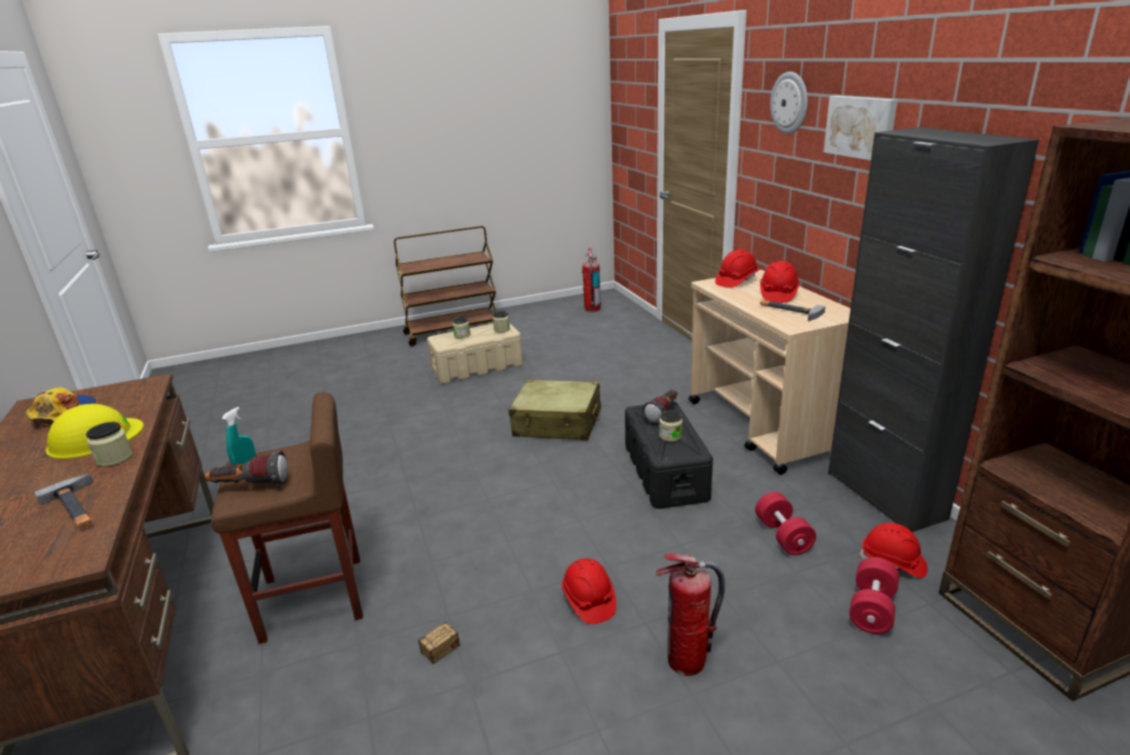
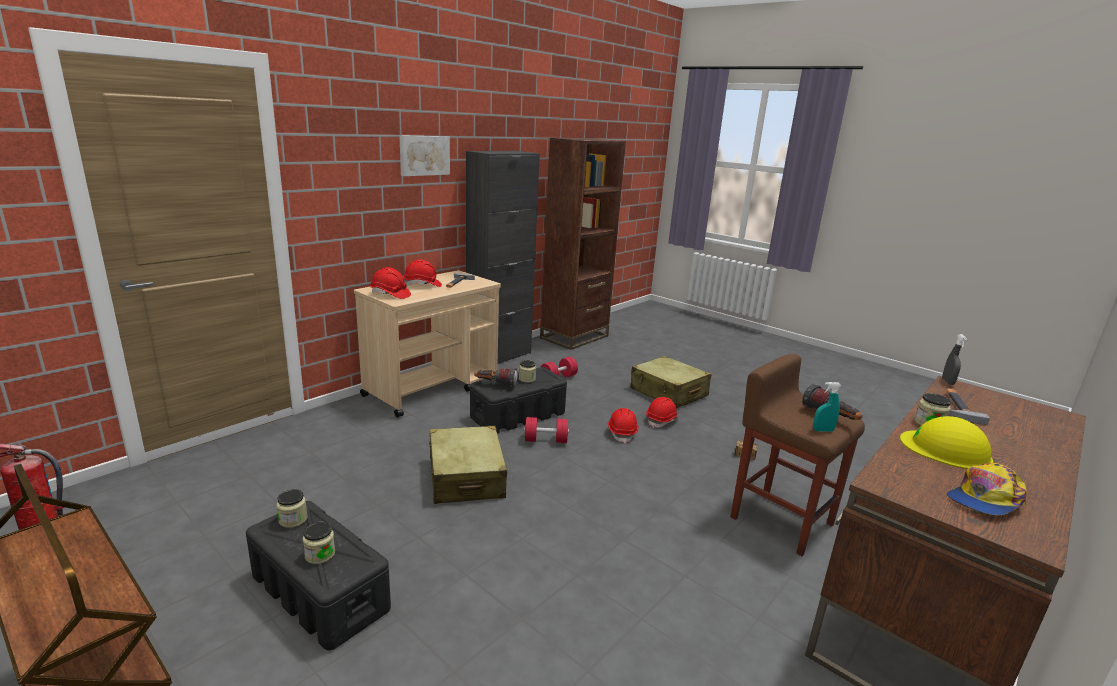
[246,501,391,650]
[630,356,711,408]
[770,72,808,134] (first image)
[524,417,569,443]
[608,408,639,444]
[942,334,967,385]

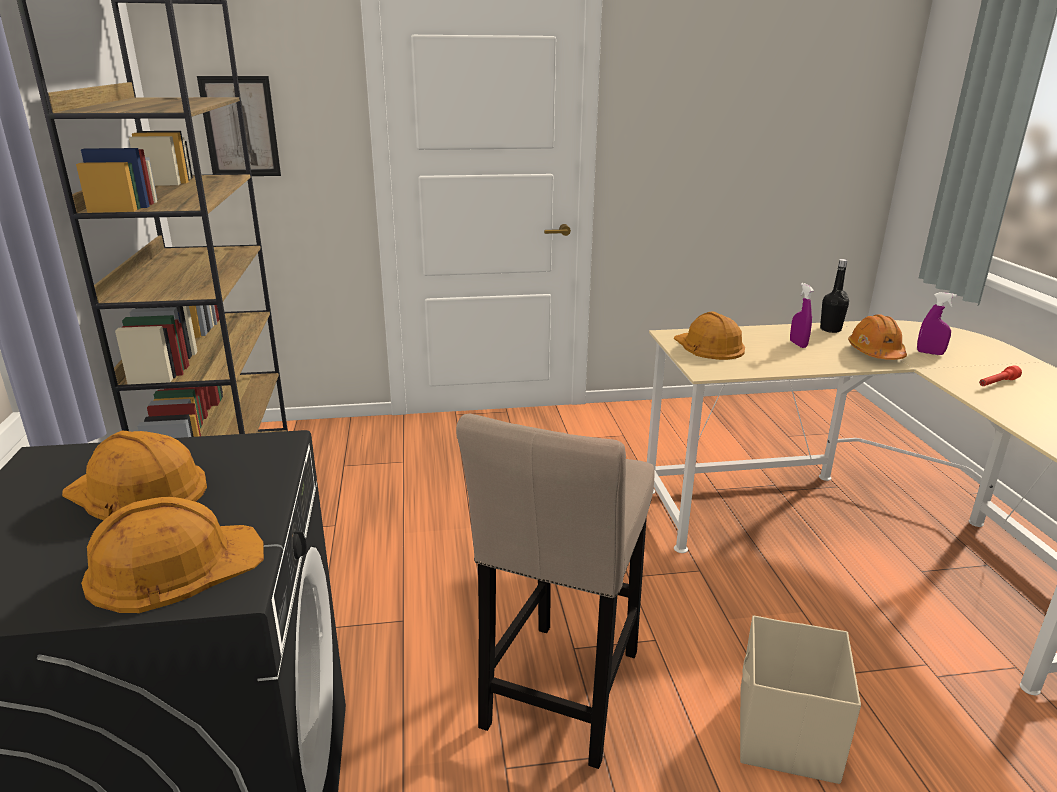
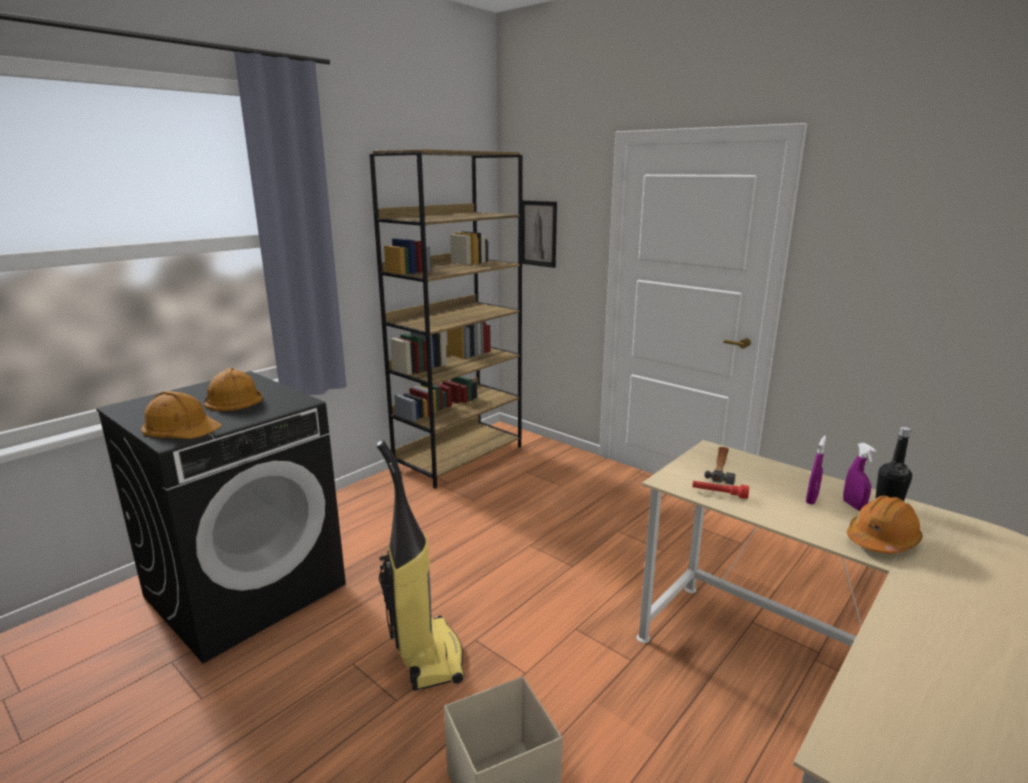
[376,440,465,691]
[704,447,736,485]
[843,443,876,511]
[692,481,749,499]

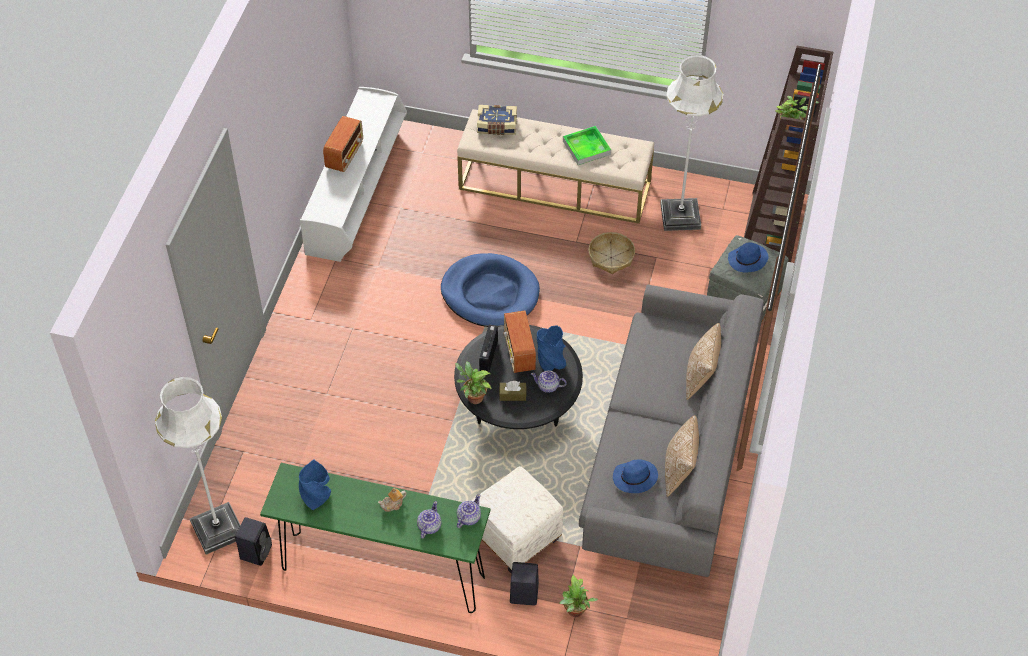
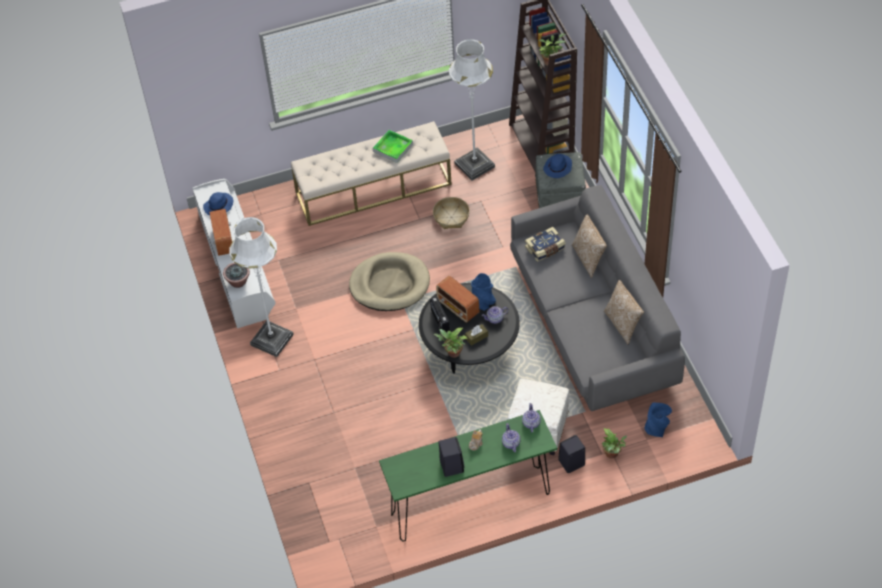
[230,217,294,357]
[438,437,464,477]
[645,403,672,437]
[349,252,430,311]
[525,227,566,262]
[203,192,233,216]
[223,263,250,288]

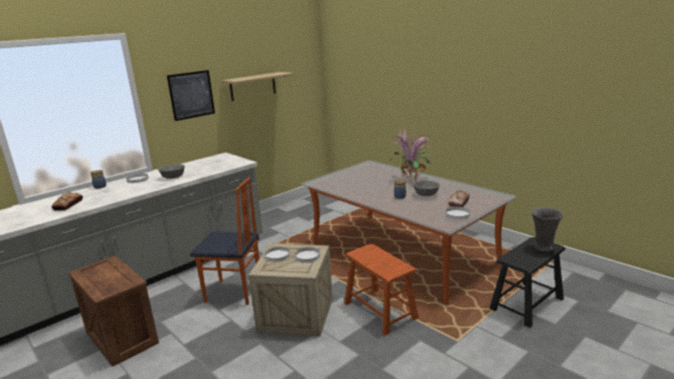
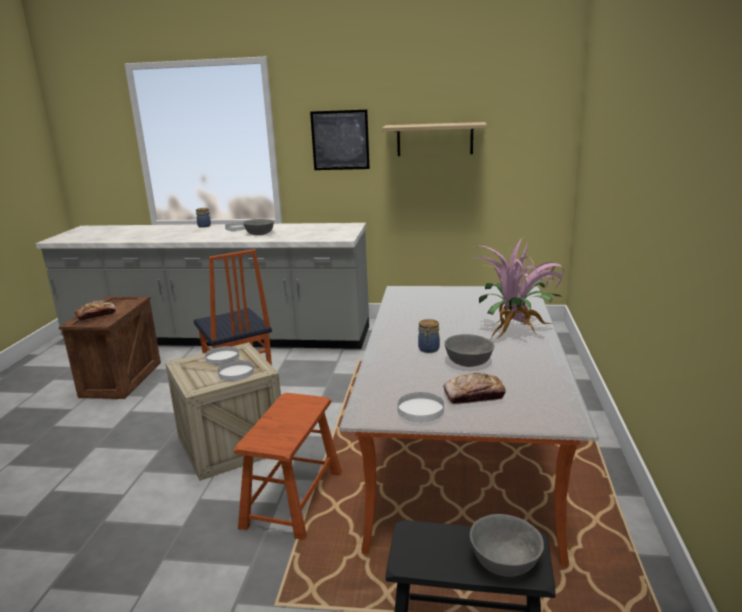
[75,300,116,321]
[470,514,544,577]

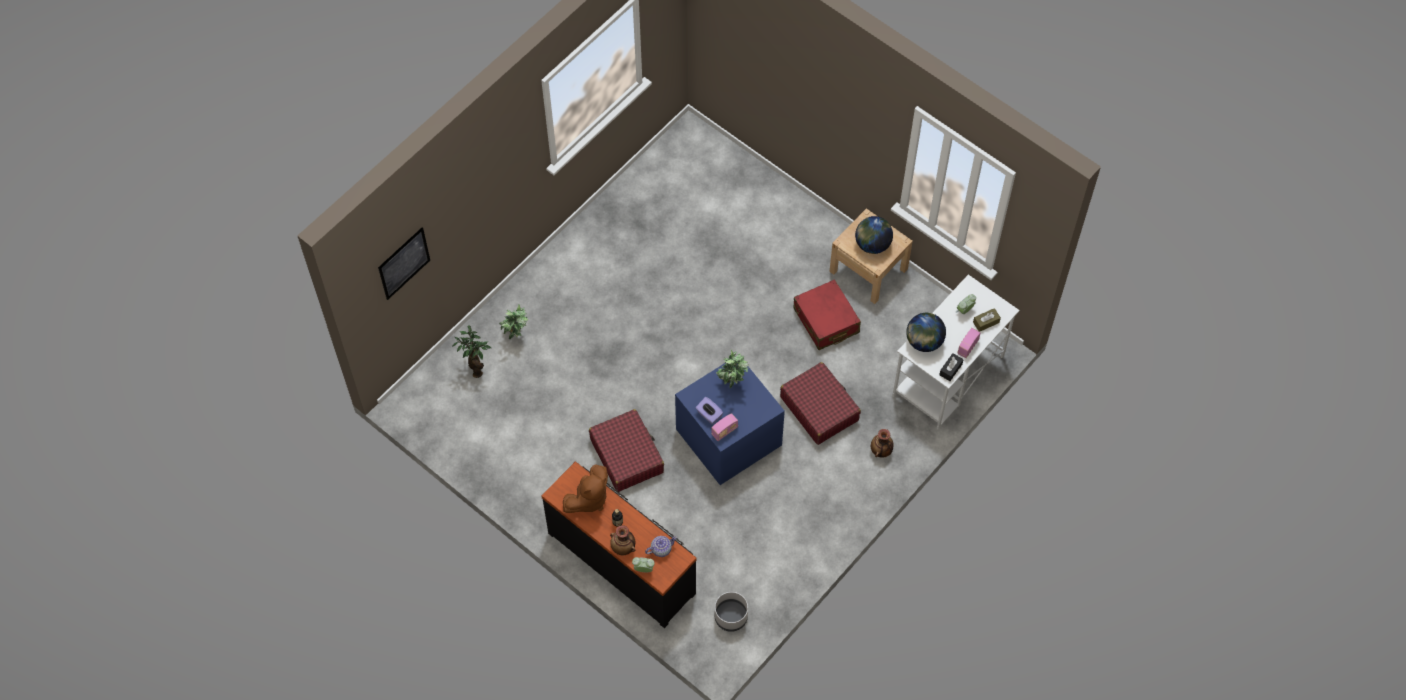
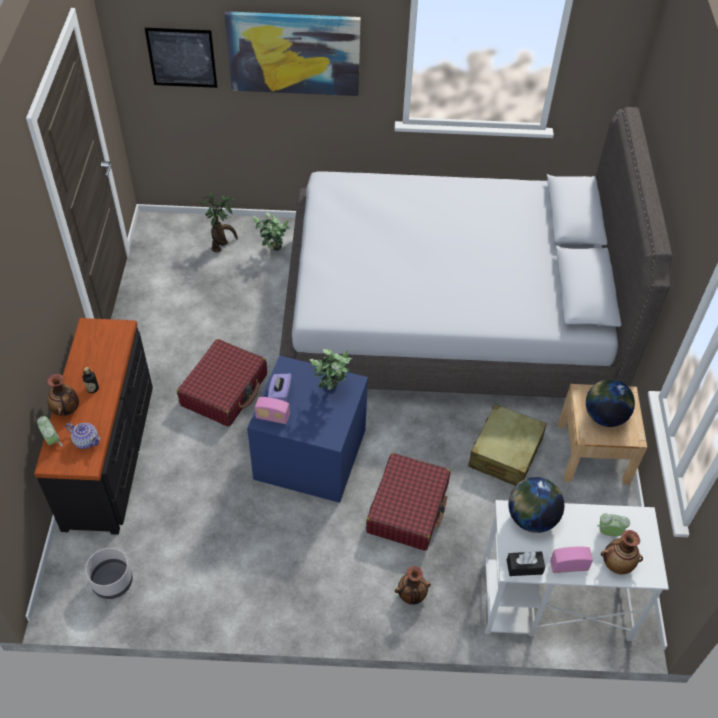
[563,464,608,513] (first image)
[468,404,547,486]
[601,530,643,574]
[225,11,361,96]
[280,107,672,398]

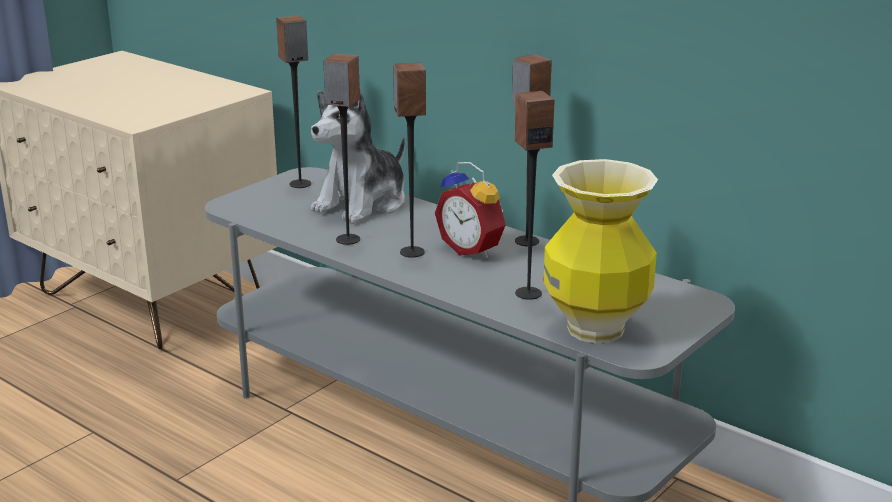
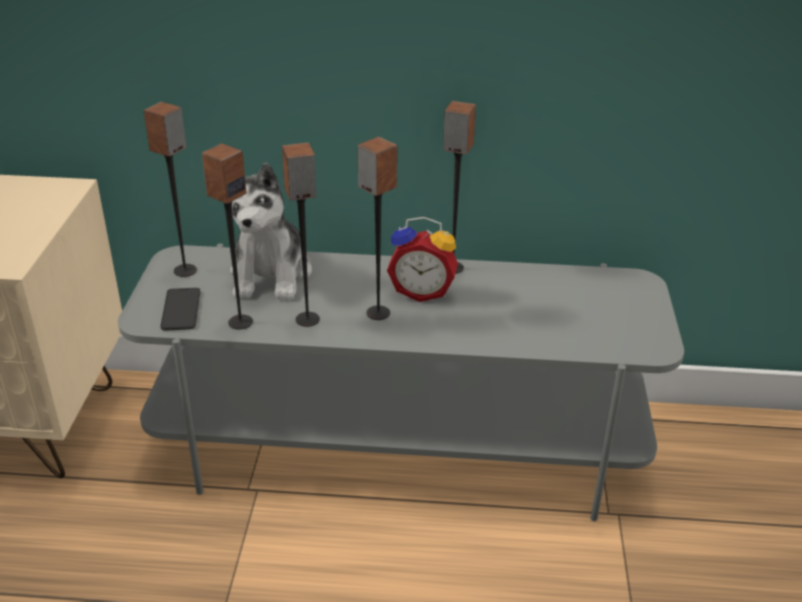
[202,143,253,330]
[543,159,658,343] (first image)
[160,288,201,331]

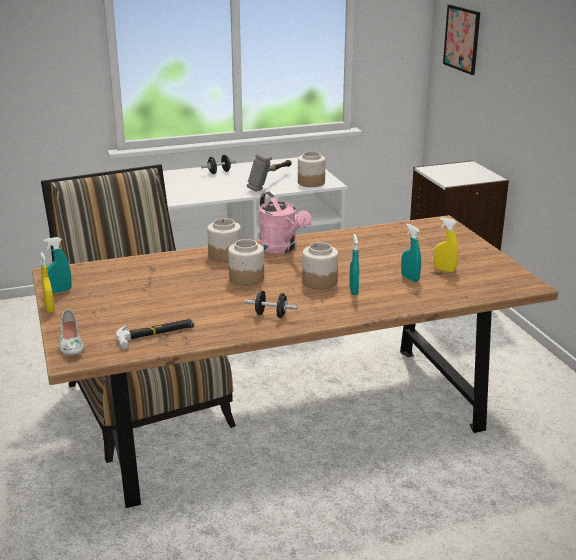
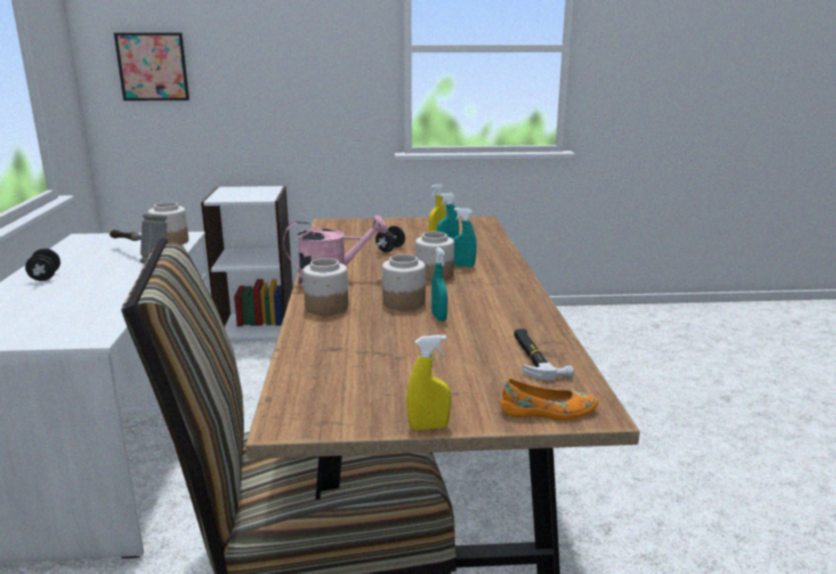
[431,247,448,321]
[500,379,598,420]
[375,226,405,252]

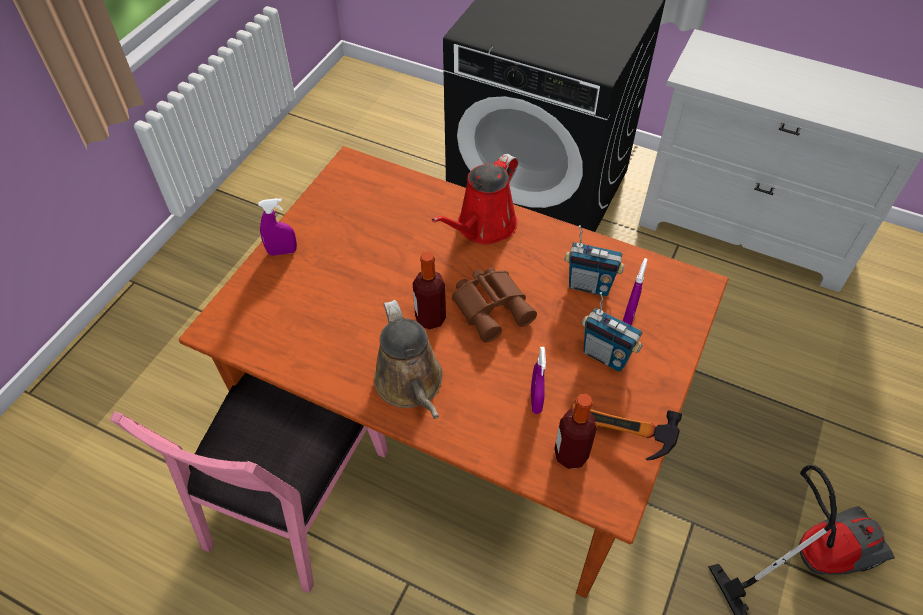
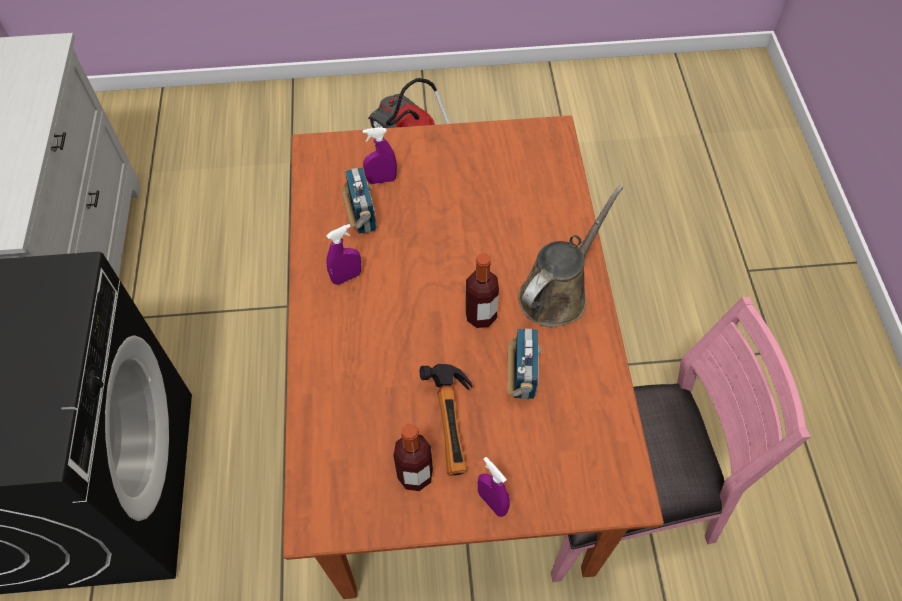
[432,154,518,245] (first image)
[452,268,537,342] (first image)
[326,224,361,285]
[393,424,433,491]
[420,364,473,476]
[507,328,542,399]

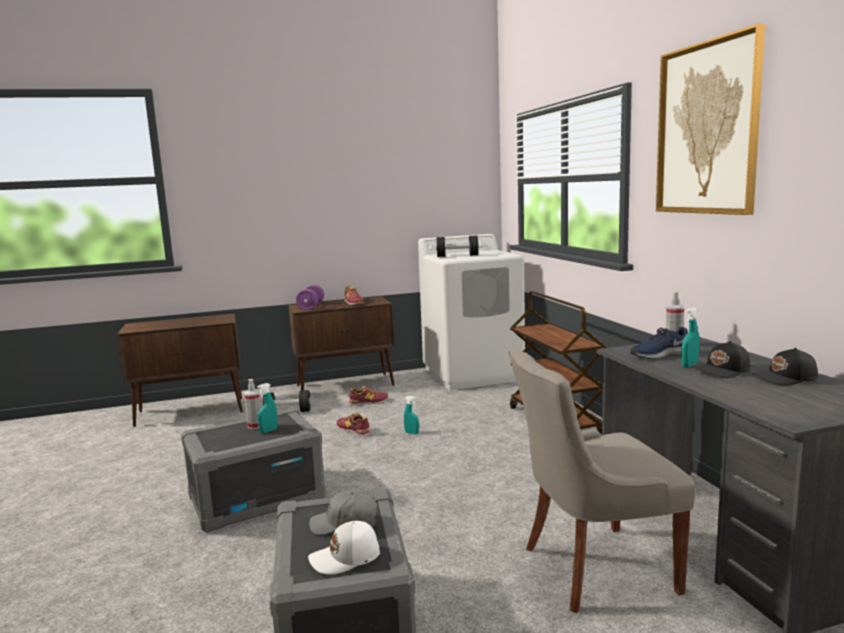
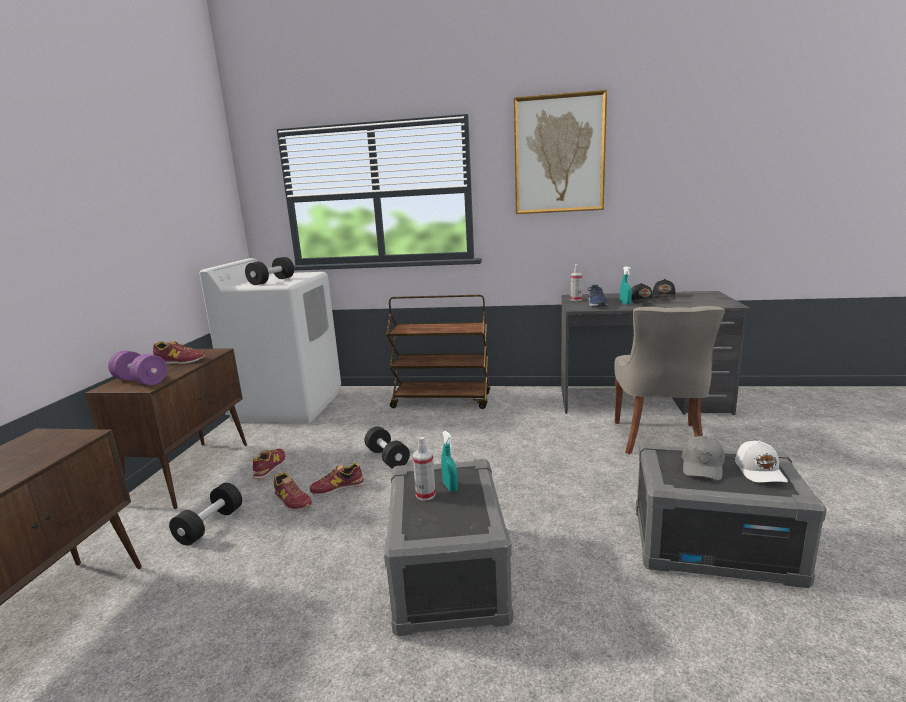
[364,426,410,469]
[274,472,312,511]

